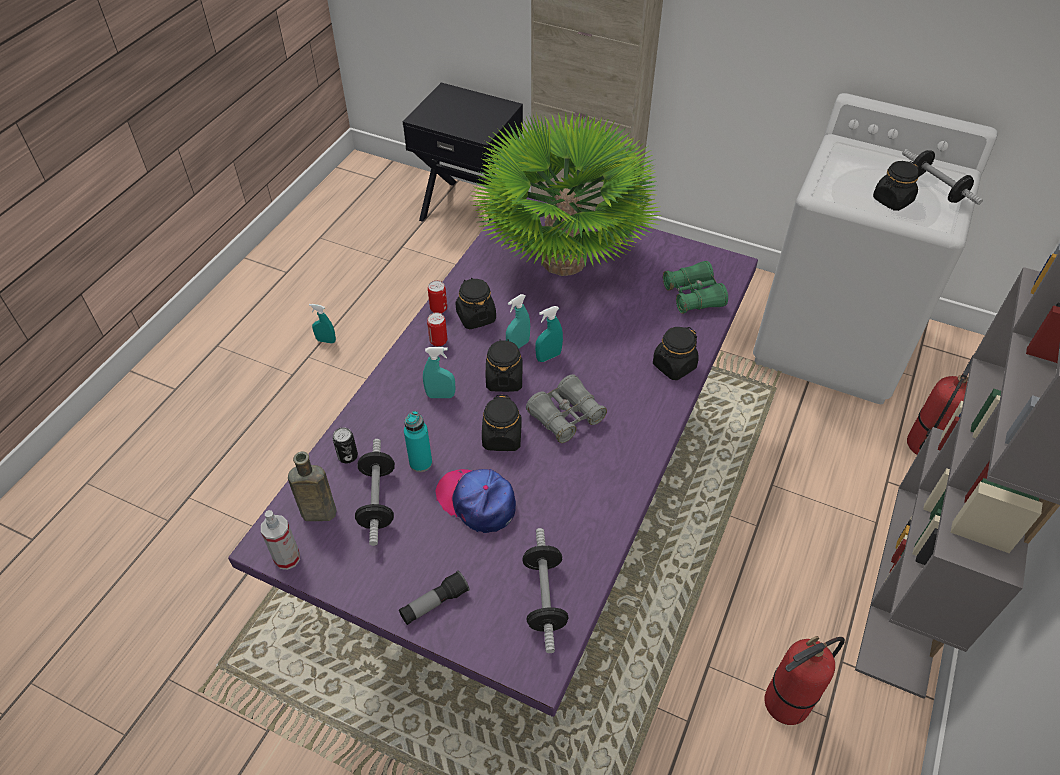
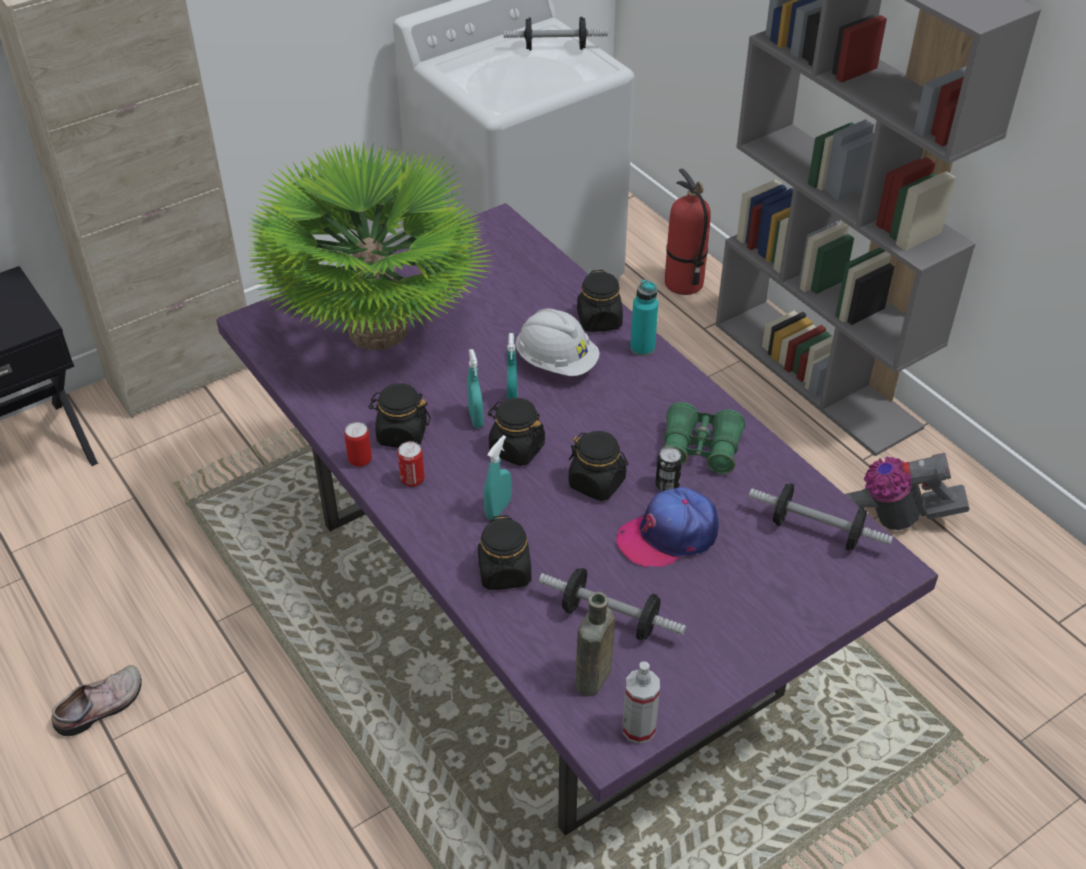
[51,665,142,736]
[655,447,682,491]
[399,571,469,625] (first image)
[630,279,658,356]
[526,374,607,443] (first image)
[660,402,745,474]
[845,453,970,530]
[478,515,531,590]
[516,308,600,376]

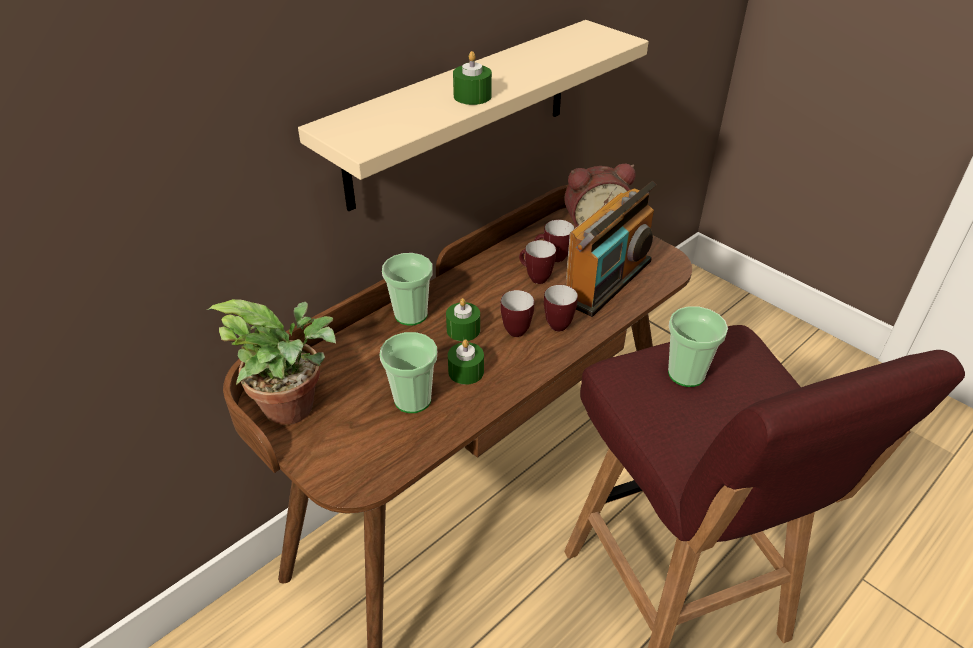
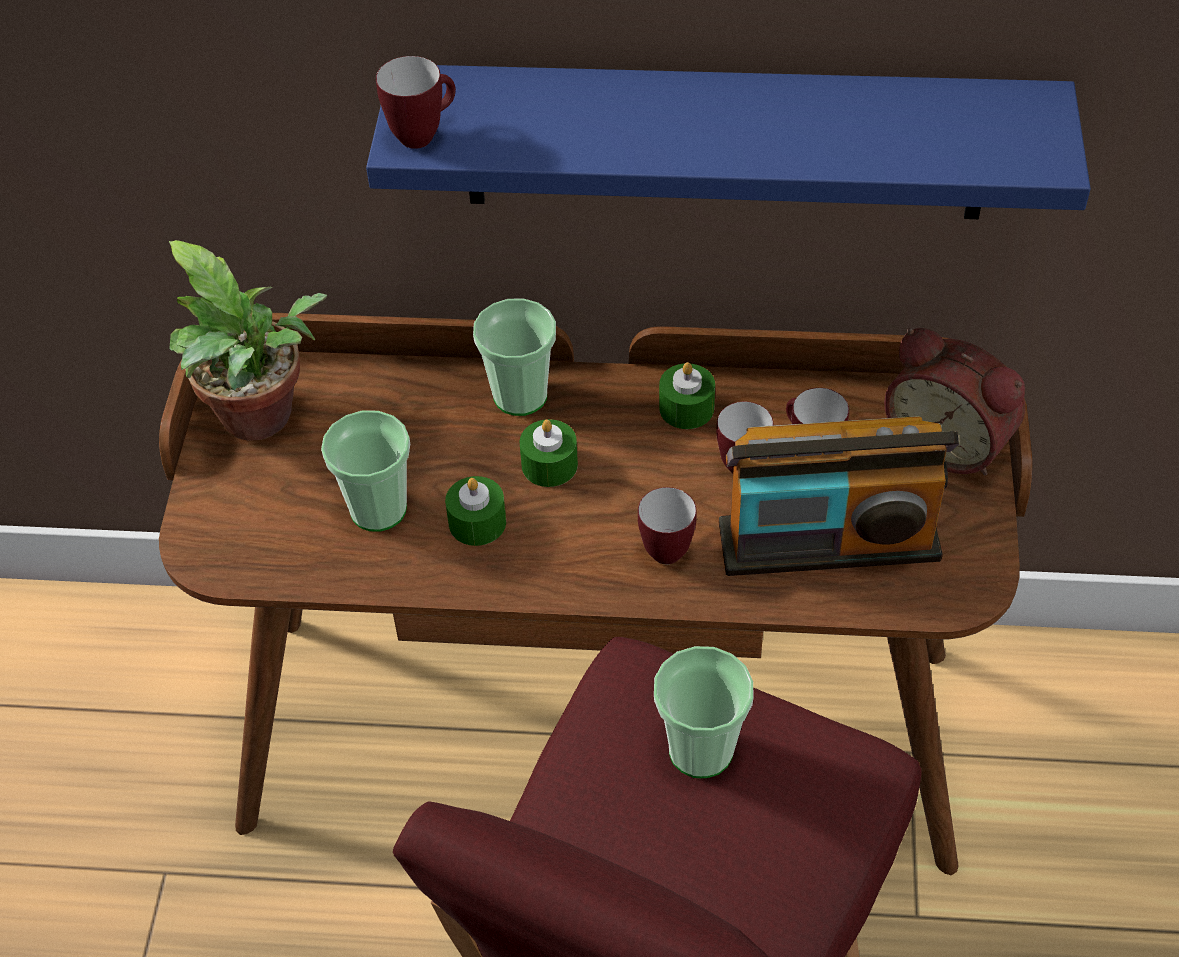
[366,65,1091,219]
[659,362,715,429]
[376,56,456,149]

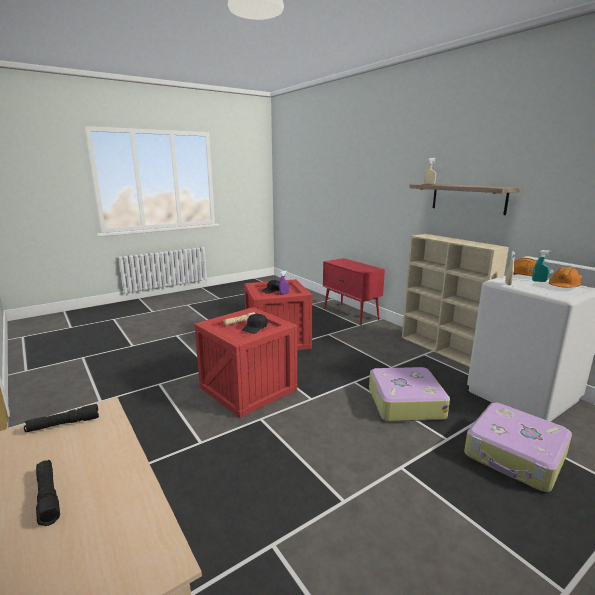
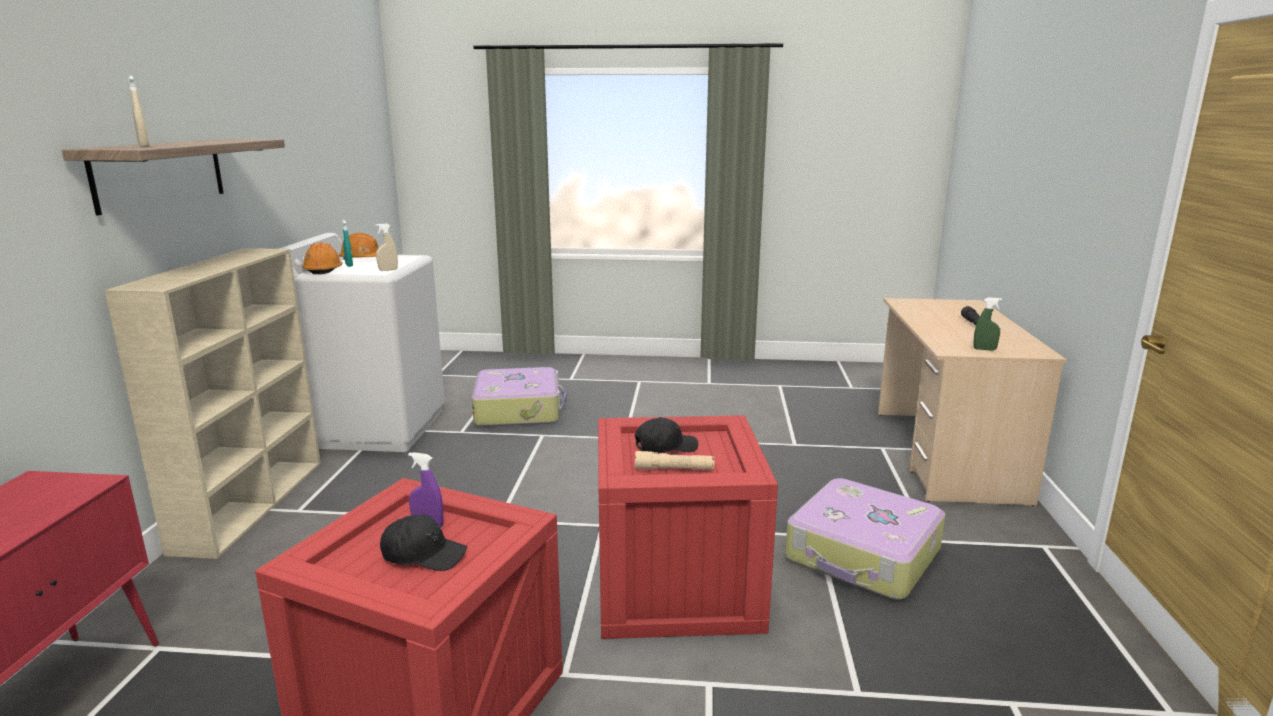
[974,297,1002,350]
[785,478,945,599]

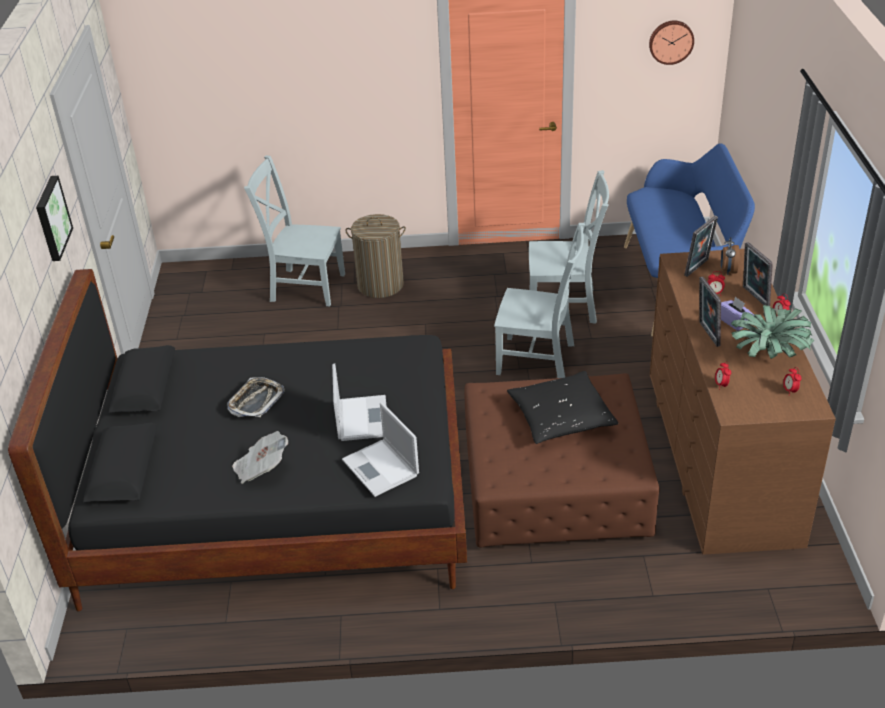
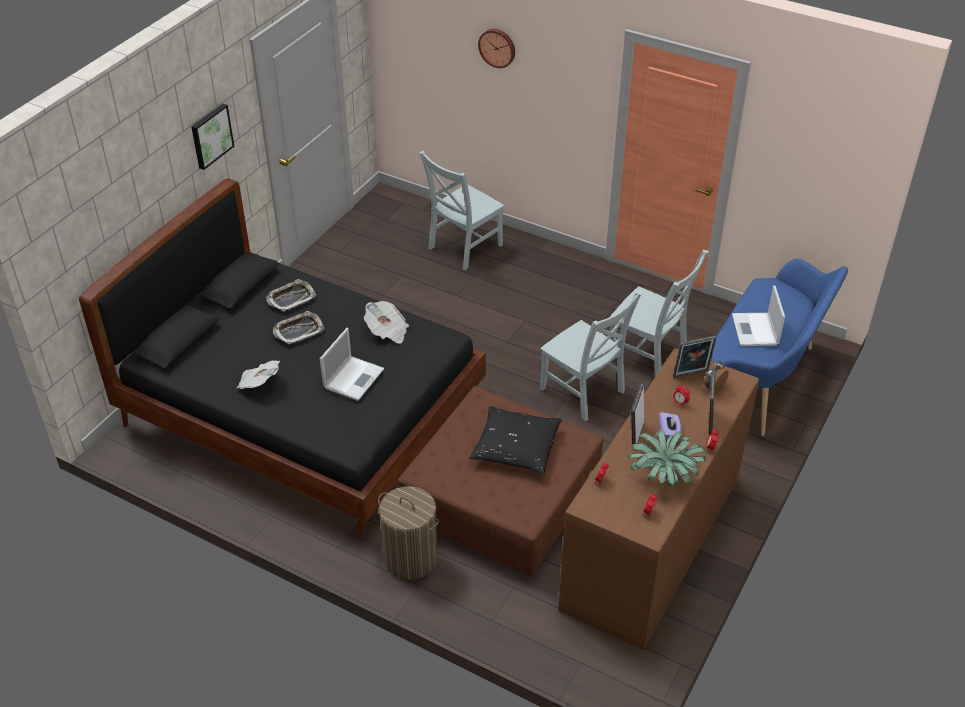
[419,151,504,270]
[732,285,785,346]
[378,486,439,580]
[478,29,515,68]
[266,279,316,312]
[364,301,409,344]

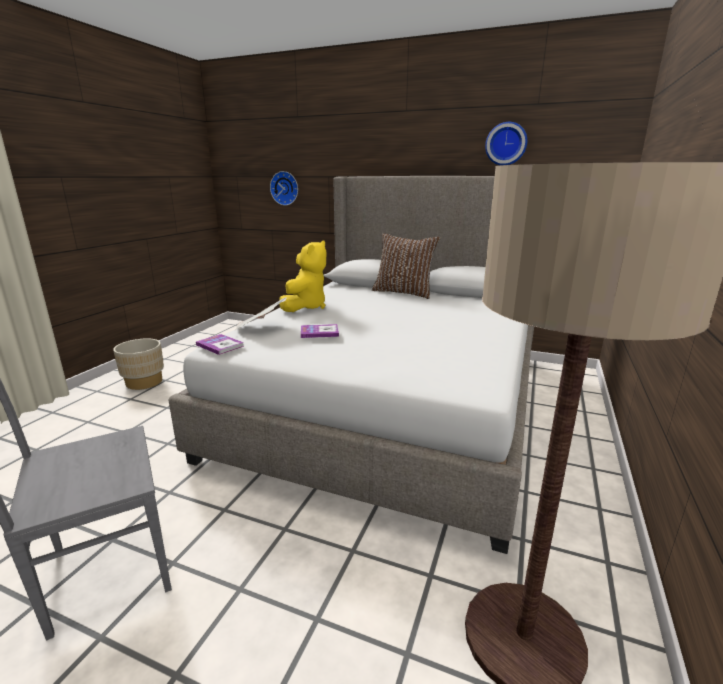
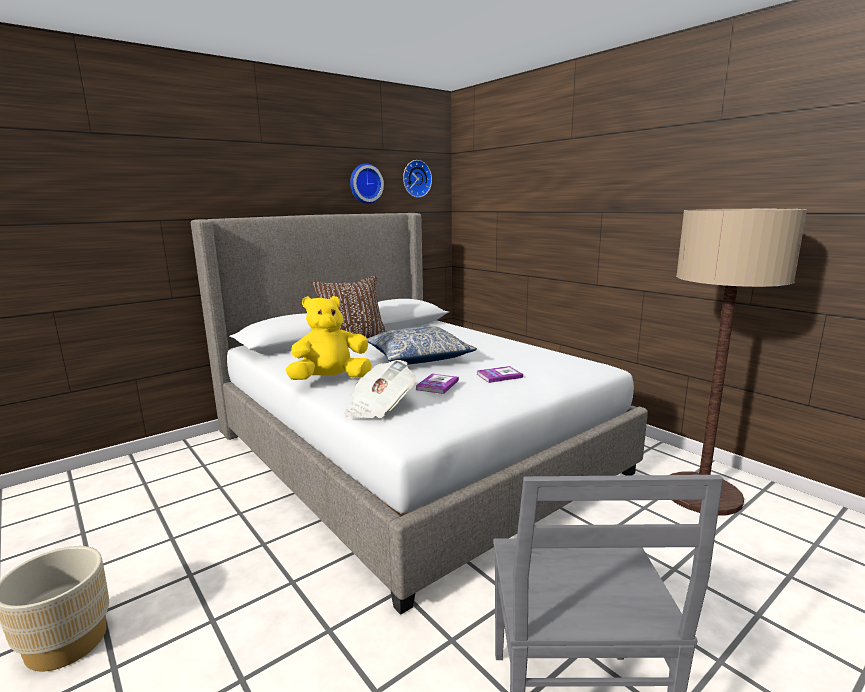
[477,366,523,383]
[403,160,432,198]
[285,296,372,380]
[367,326,477,365]

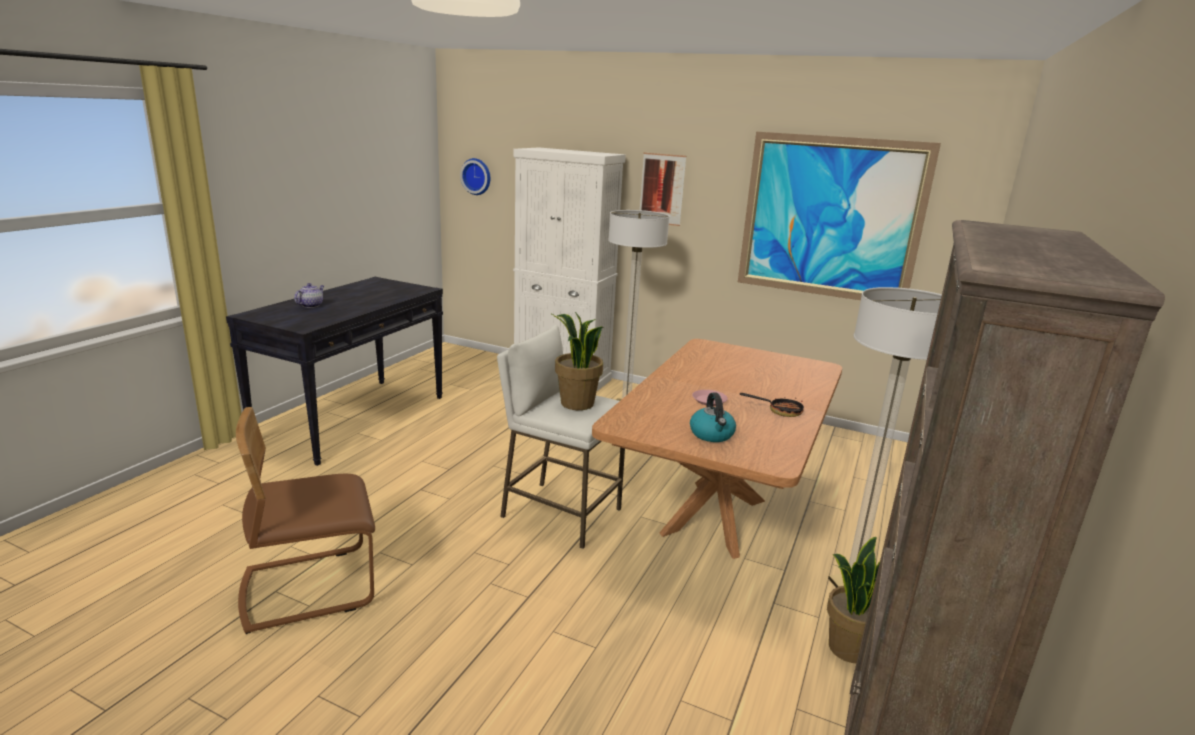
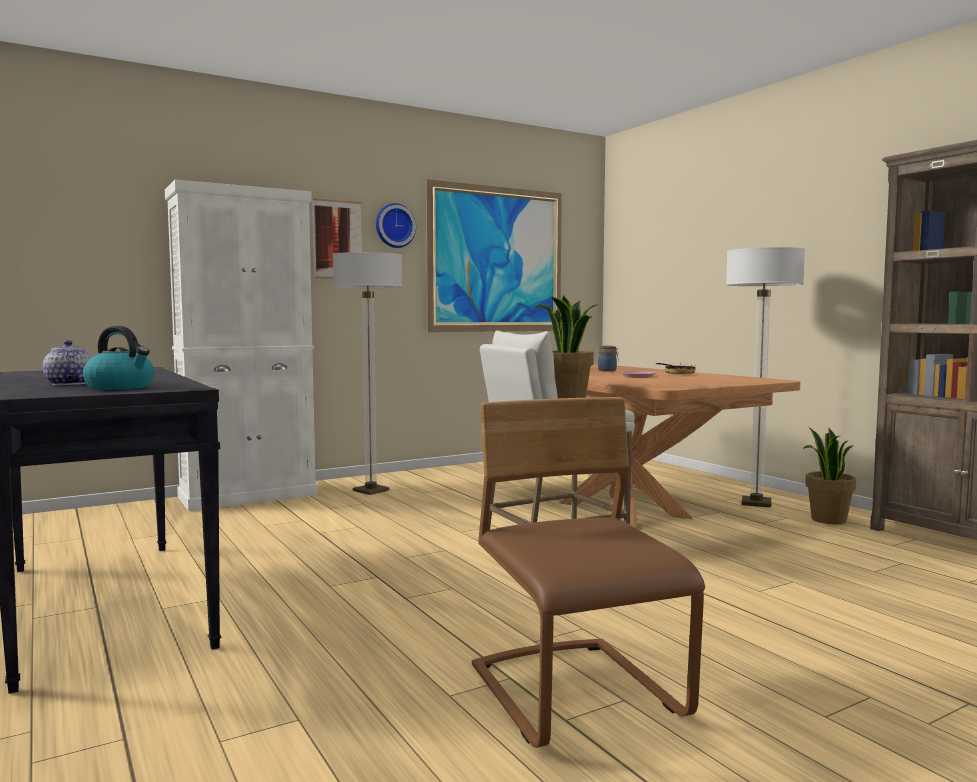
[472,397,705,748]
[376,203,416,248]
[83,326,154,390]
[598,346,619,372]

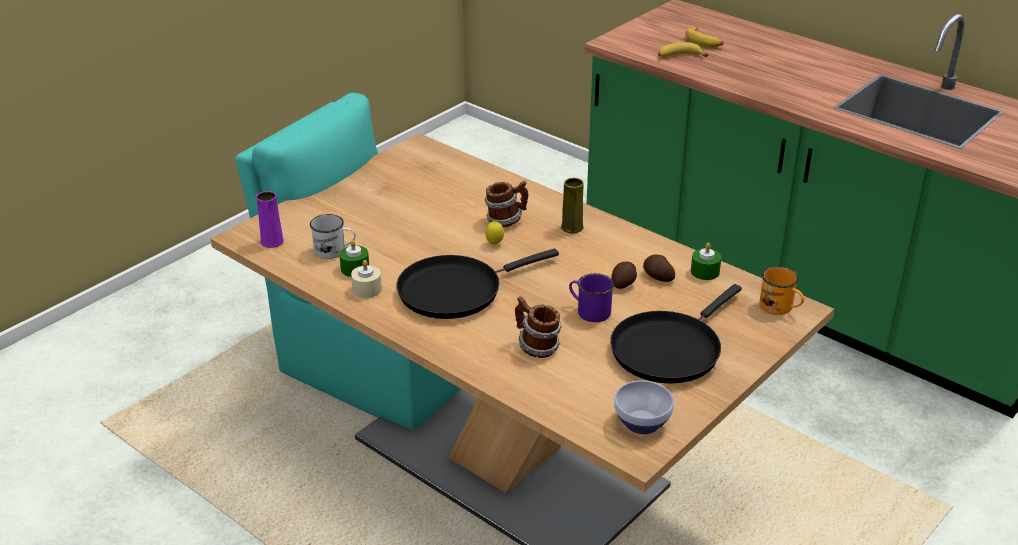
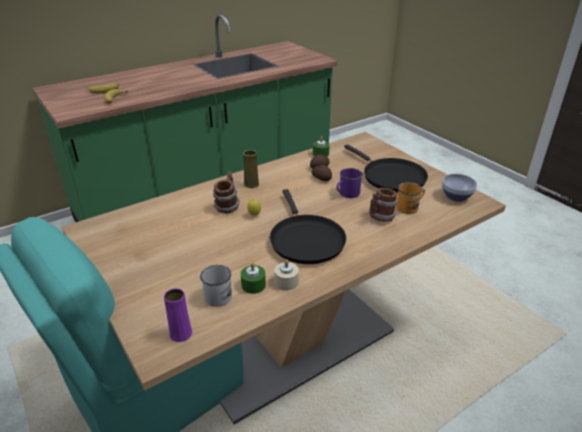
[396,182,425,214]

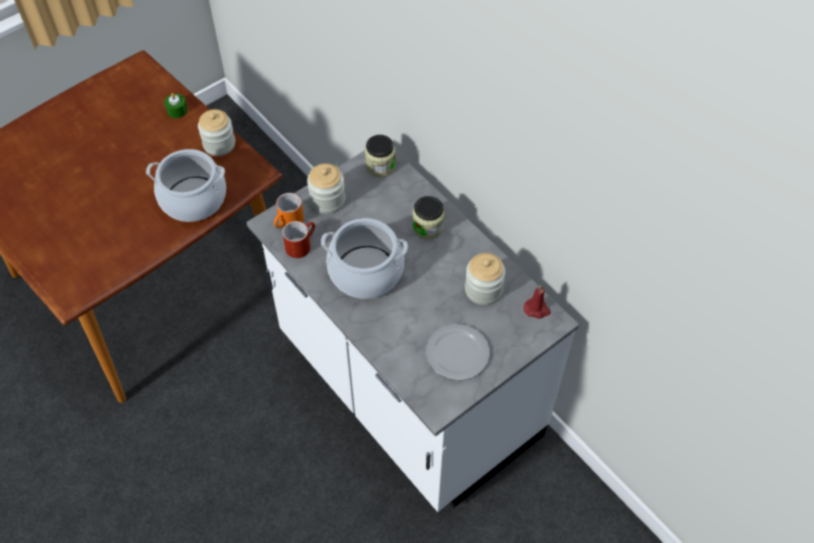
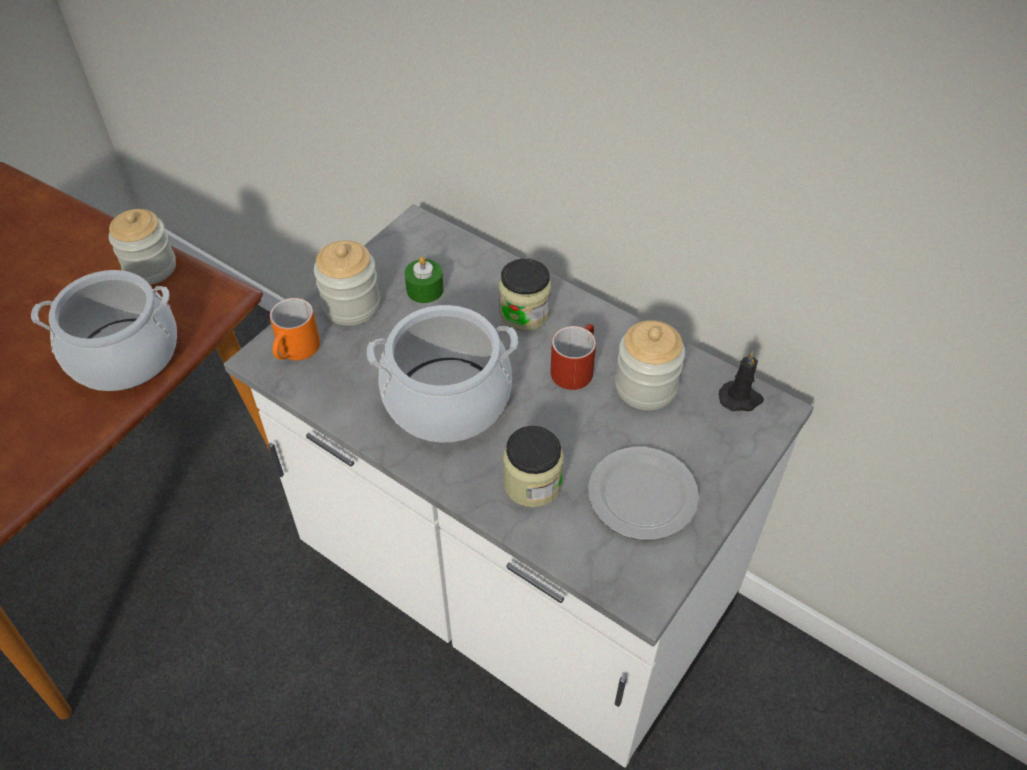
[405,257,444,303]
[550,324,596,390]
[503,426,564,507]
[719,351,764,411]

